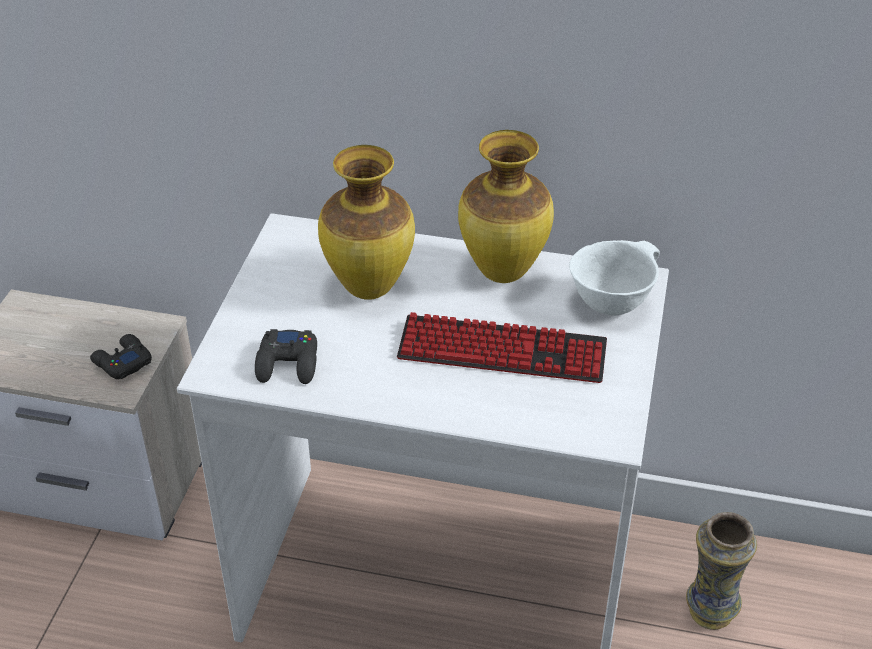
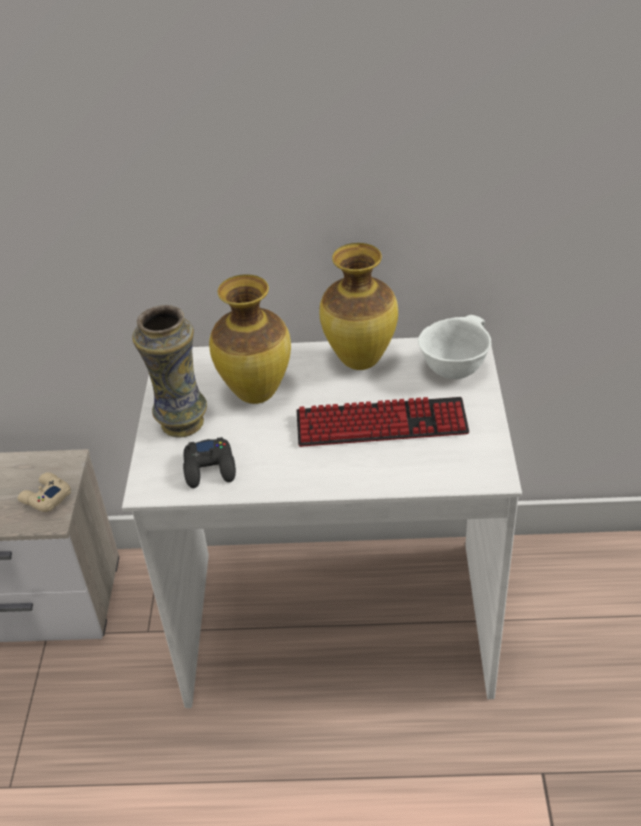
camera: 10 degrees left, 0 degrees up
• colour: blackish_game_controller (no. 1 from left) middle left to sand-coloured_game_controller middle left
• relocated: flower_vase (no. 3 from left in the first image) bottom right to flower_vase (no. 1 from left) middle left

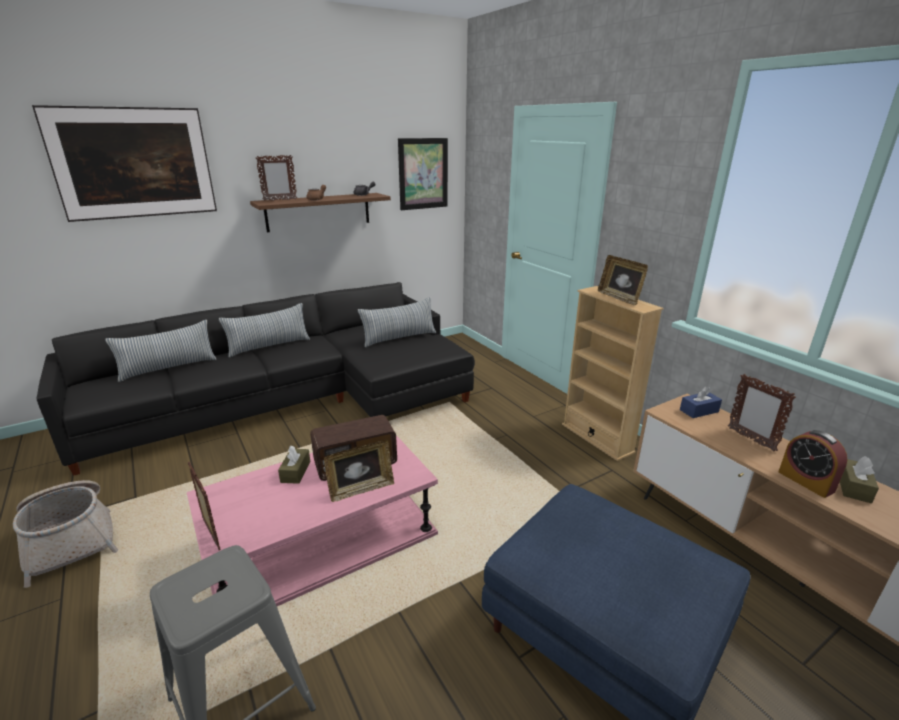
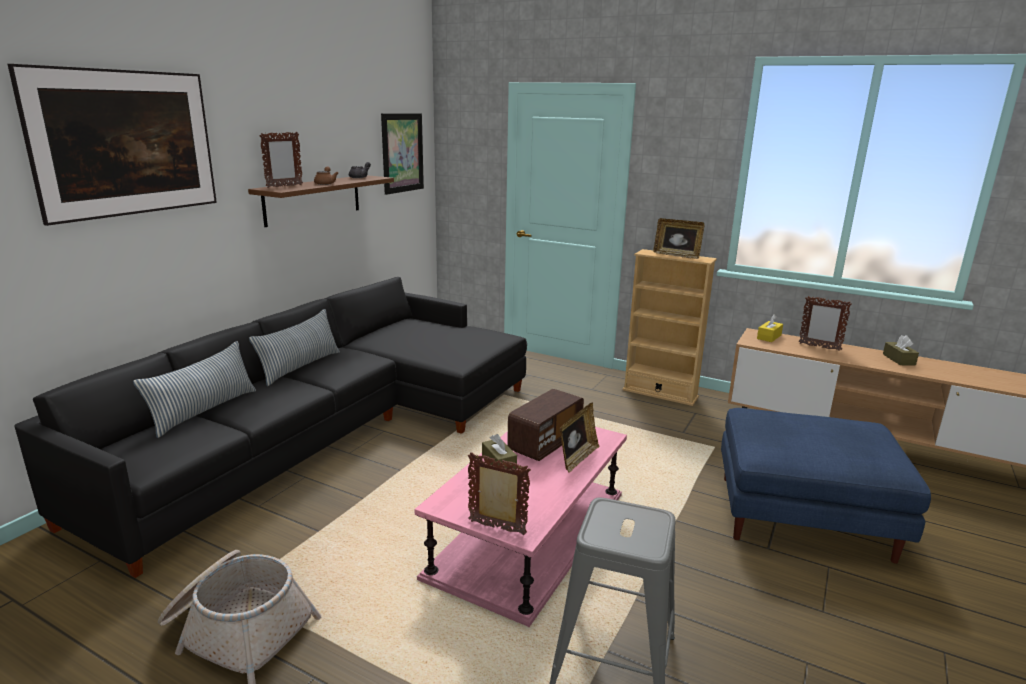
camera: 30 degrees left, 5 degrees down
• missing: throw_pillow (no. 3 from left) centre
• colour: blue-coloured_tissue_holder middle right to yellow_tissue_holder middle right
• missing: alarm_clock middle right

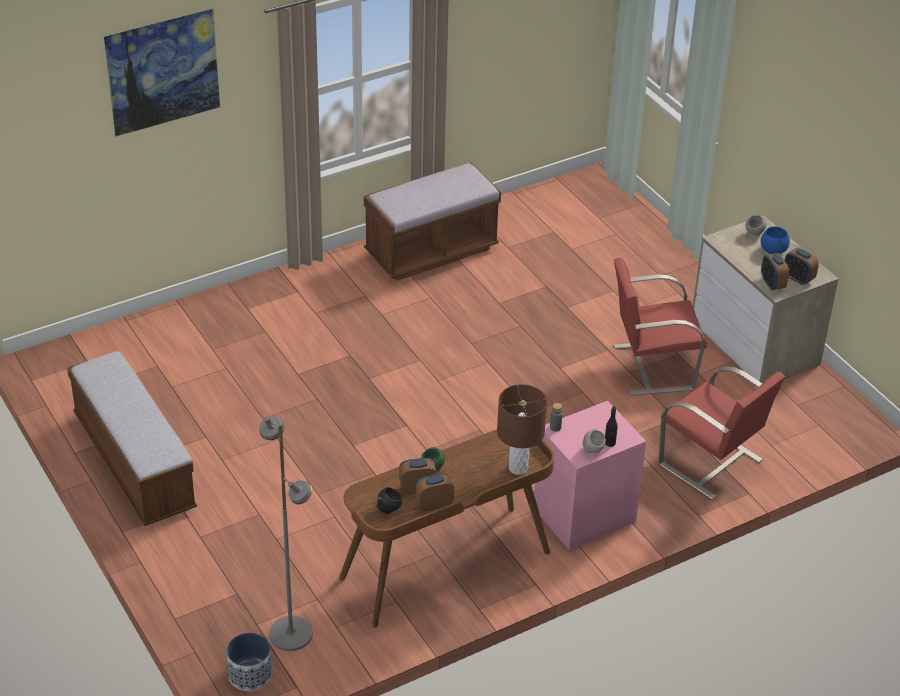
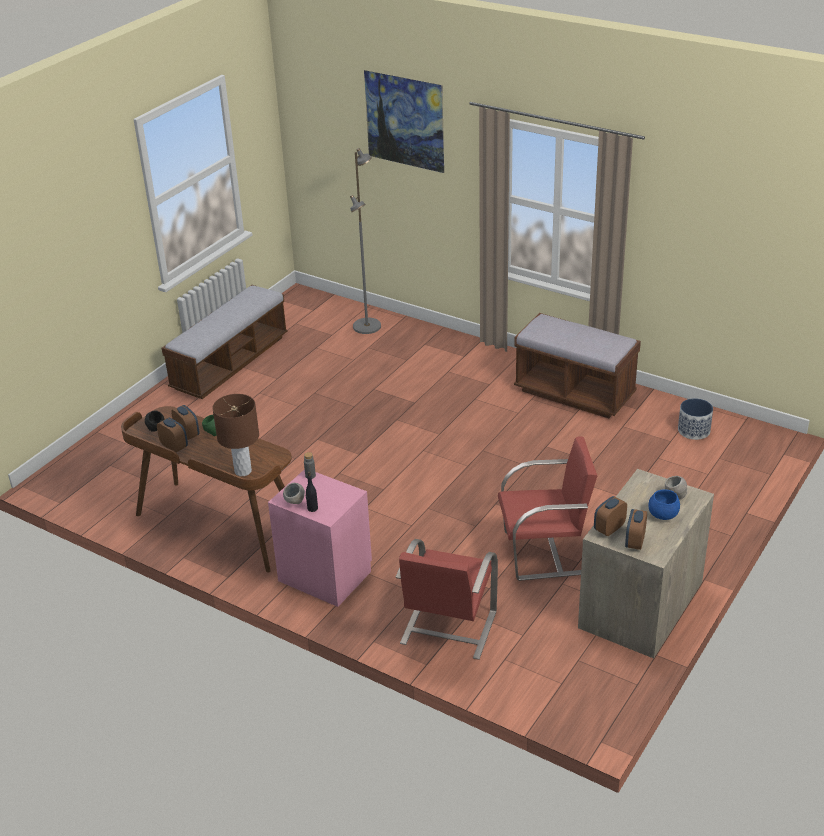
camera: 65 degrees right, 5 degrees down
• relocated: flower_pot bottom left to middle right
• relocated: grey_standard_lamp bottom left to top centre
• spun: red_chair (no. 1 from left in the first image) middle right = centre 120 degrees clockwise

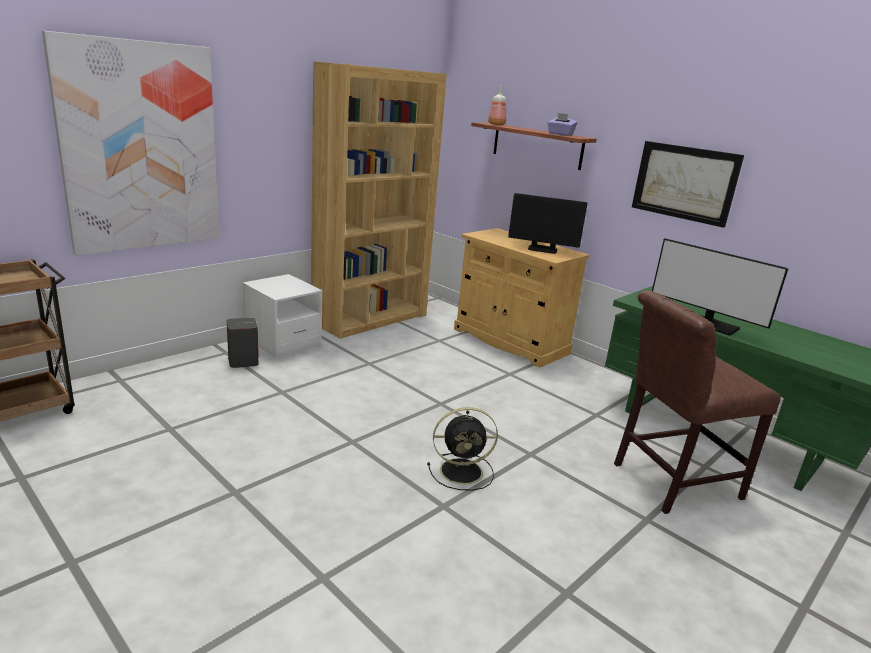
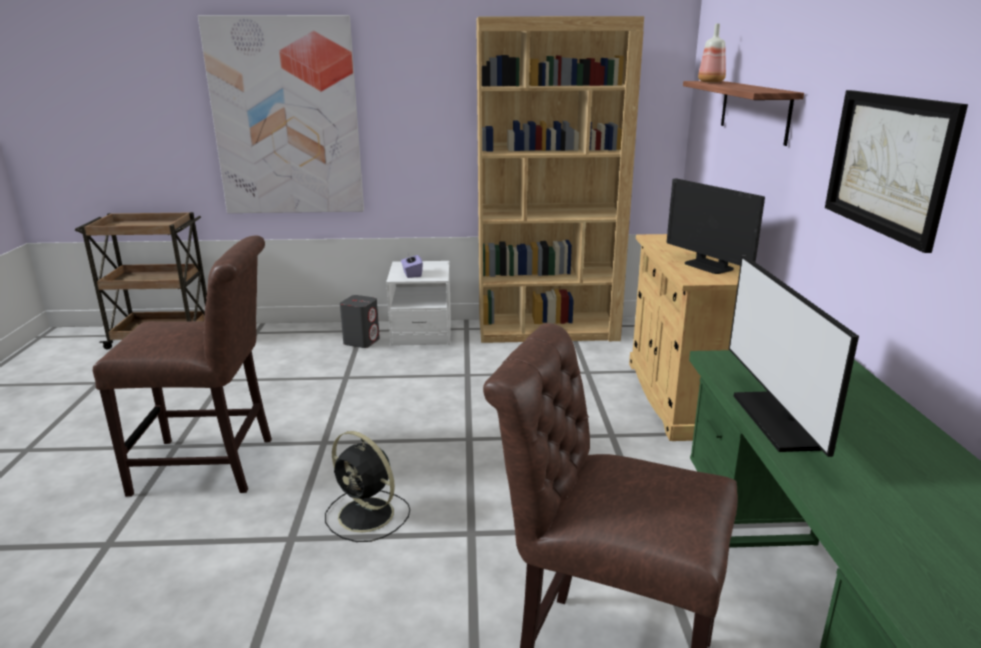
camera: 45 degrees right, 0 degrees up
• relocated: purplish_tissue_holder top centre to centre
• appeared: brown-coloured_chair (no. 1 from left) middle left

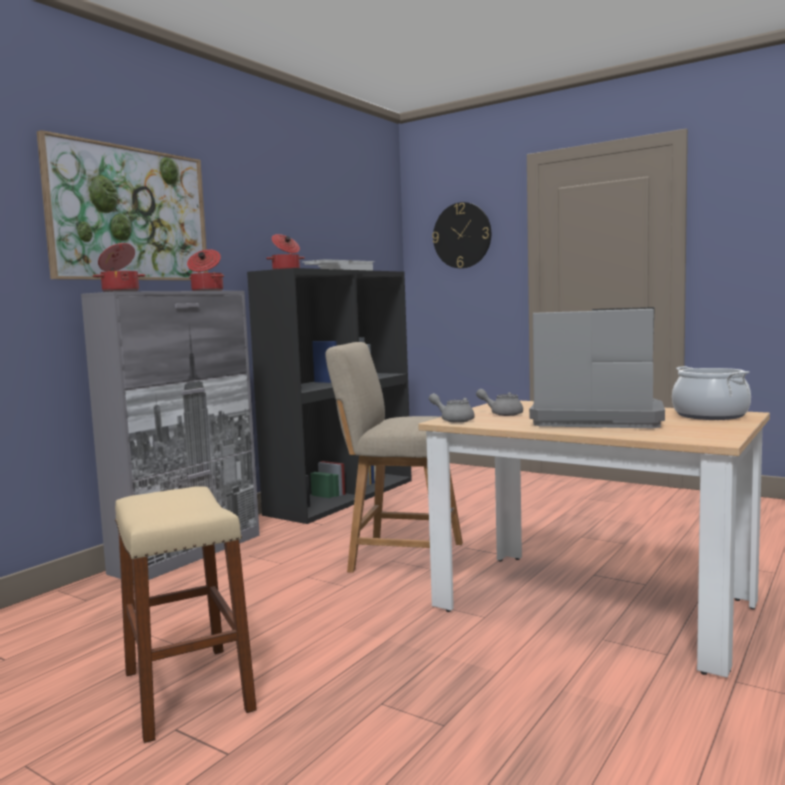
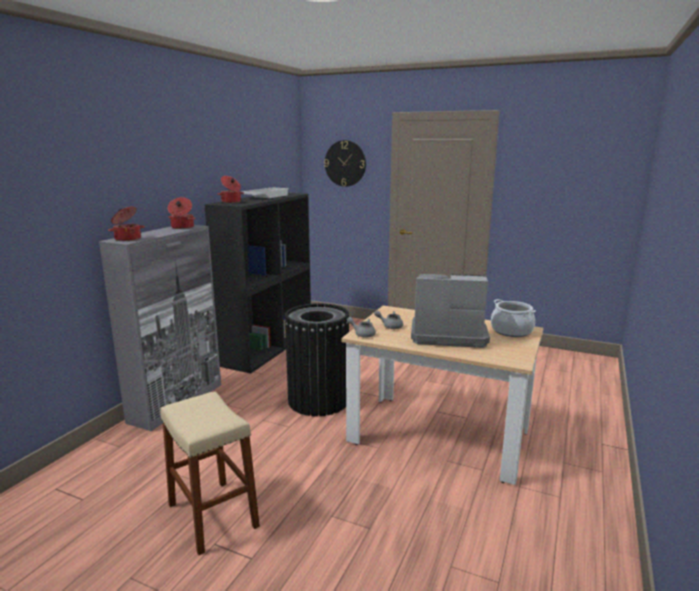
camera: 10 degrees left, 10 degrees up
• missing: wall_art top left
• exchanged: sand-coloured_chair centre to blackish_waste_bin centre

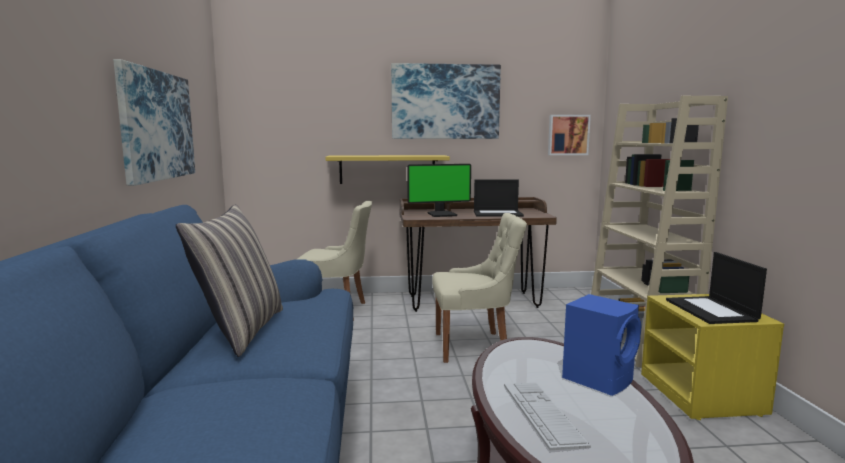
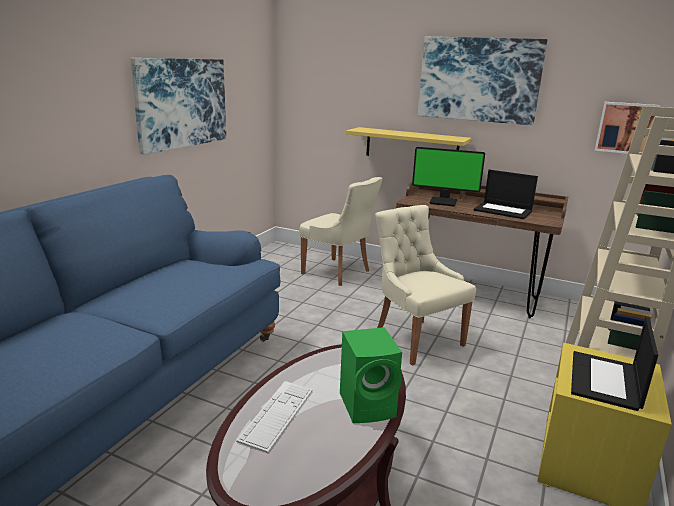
camera: 30 degrees right, 10 degrees up
• missing: throw_pillow middle left
• spun: sand-coloured_chair (no. 2 from left) centre = centre 150 degrees counterclockwise
• colour: blue-coloured_speaker bottom right to greenish_speaker bottom centre

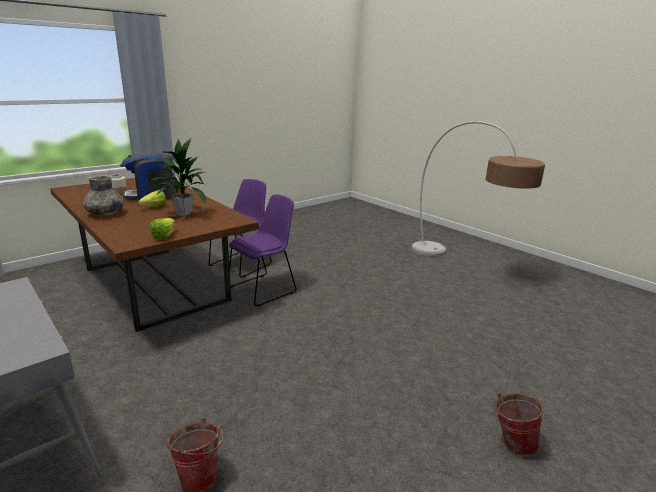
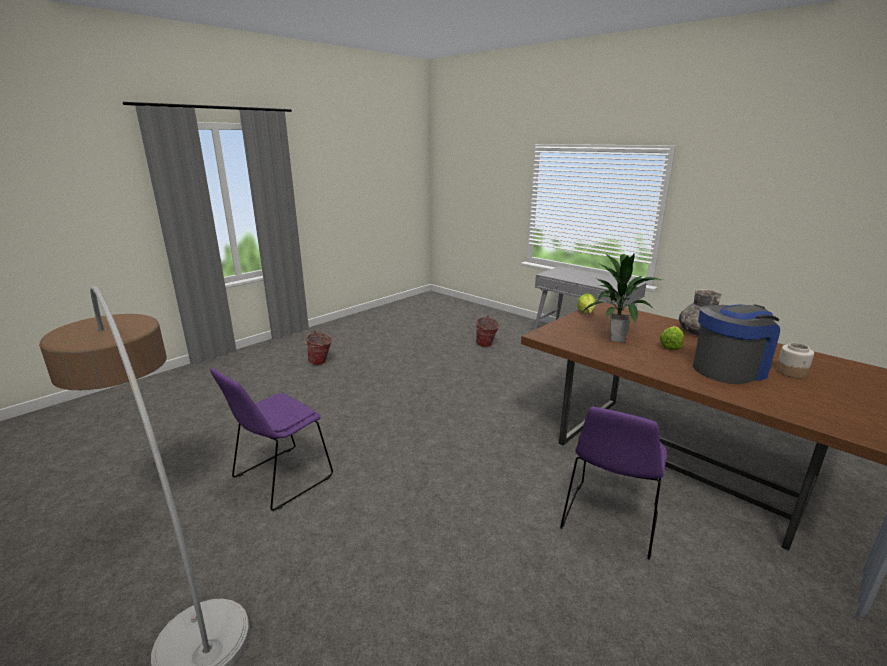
camera: 175 degrees right, 0 degrees up
• relocated: purplish_chair (no. 2 from left in the first image) centre to purplish_chair (no. 1 from left) middle left

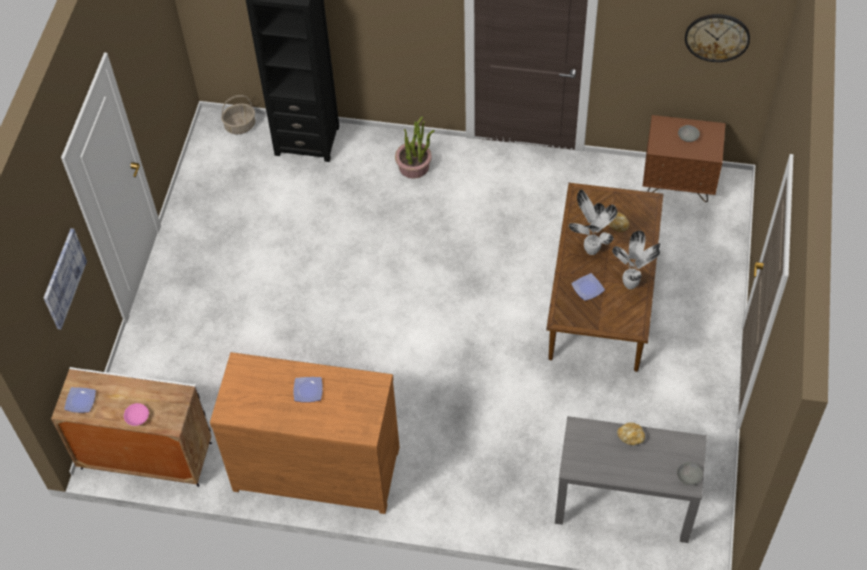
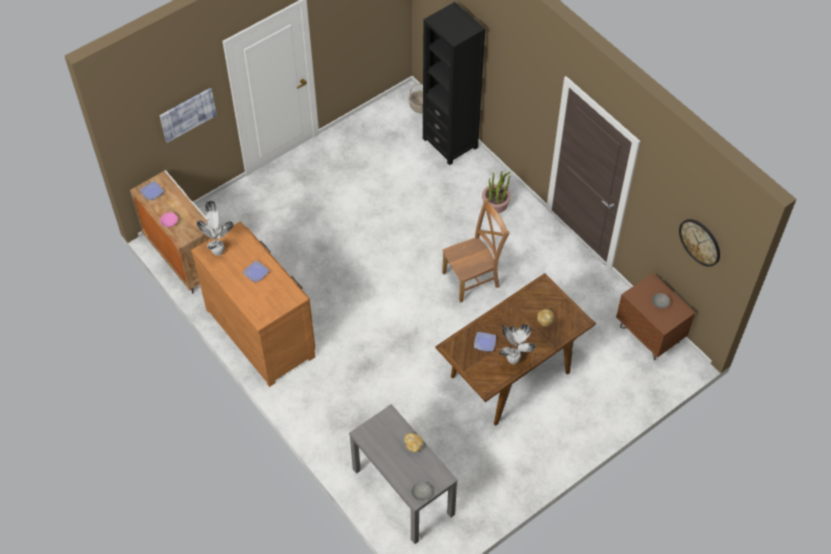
camera: 40 degrees right, 0 degrees up
• relocated: houseplant (no. 2 from left in the first image) middle right to houseplant (no. 1 from left) middle left
• appeared: brown-coloured_chair centre

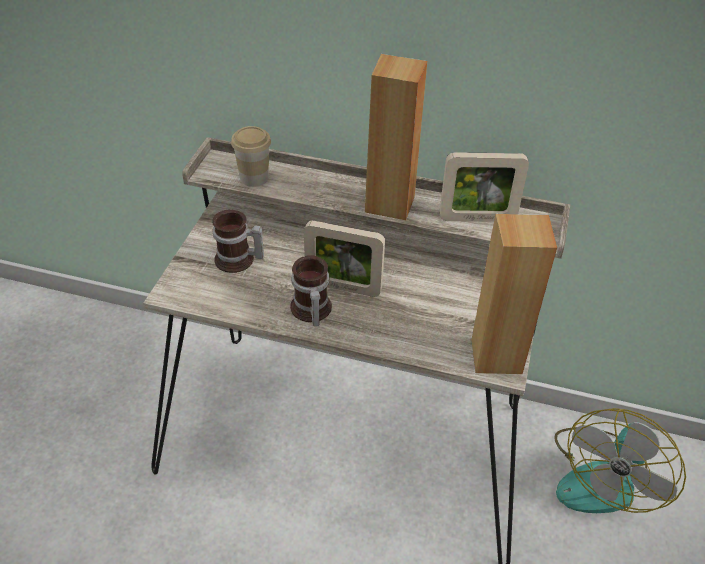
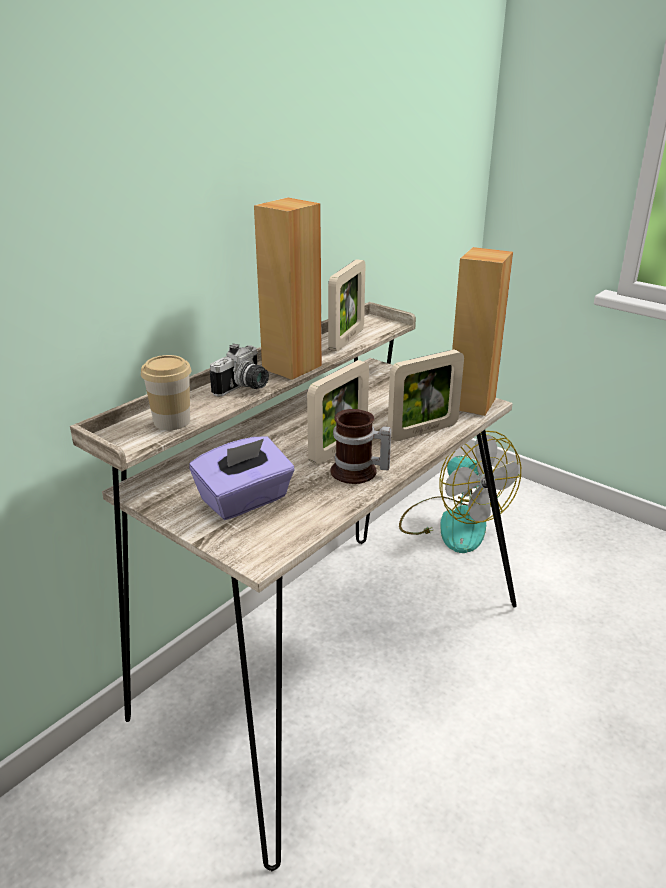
camera: 65 degrees left, 15 degrees down
• exchanged: mug (no. 1 from left) centre to purplish_tissue_holder centre
• appeared: still_camera centre
• appeared: standing_frame (no. 3 from left) centre

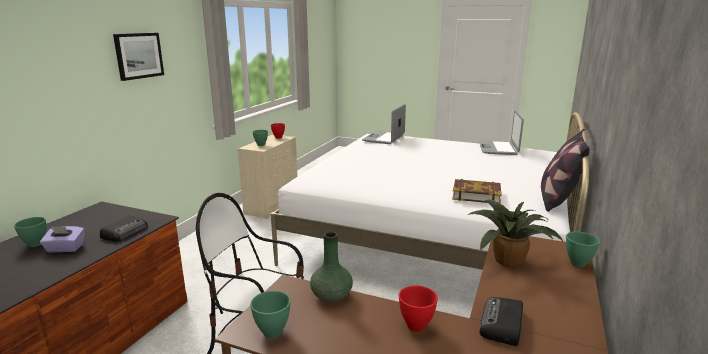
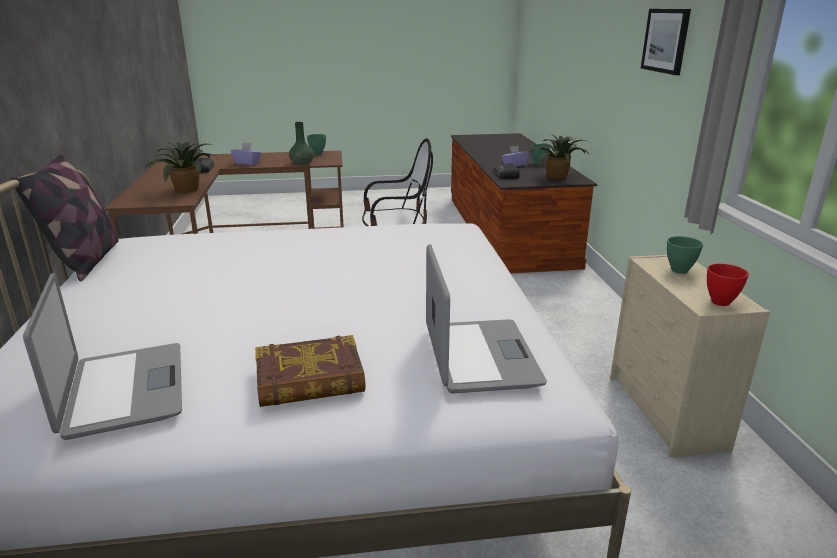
camera: 150 degrees right, 5 degrees up
• exchanged: red_bowl (no. 2 from left) bottom centre to purplish_tissue_holder (no. 1 from left) top left
• relocated: bound_book middle right to centre
• missing: greenish_bowl (no. 4 from left) bottom right
• appeared: houseplant (no. 2 from left) top right

